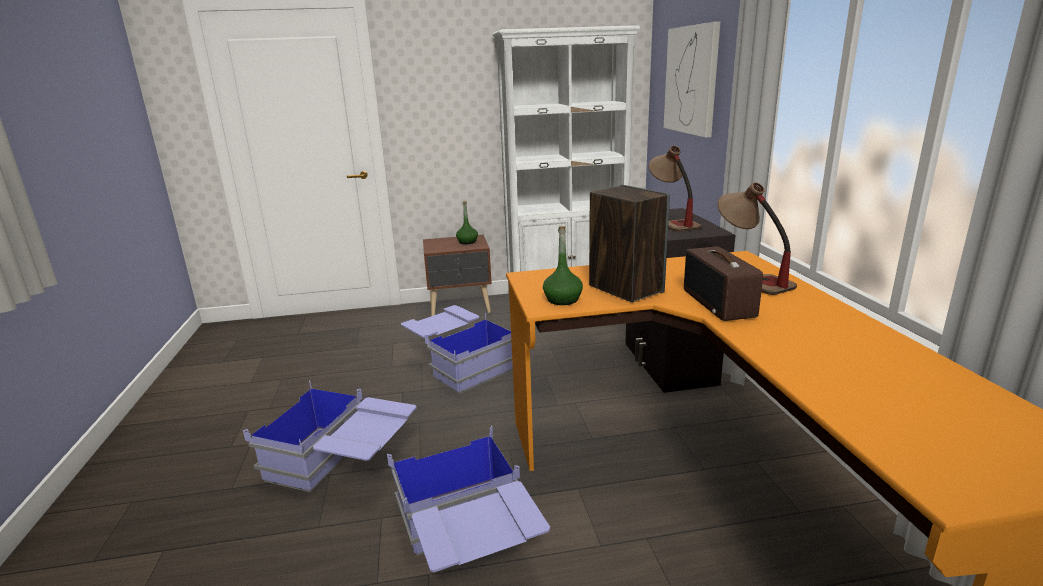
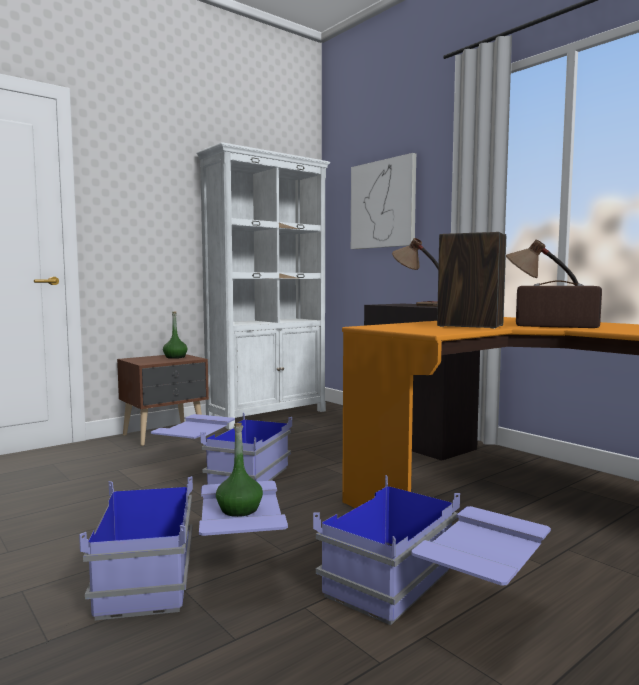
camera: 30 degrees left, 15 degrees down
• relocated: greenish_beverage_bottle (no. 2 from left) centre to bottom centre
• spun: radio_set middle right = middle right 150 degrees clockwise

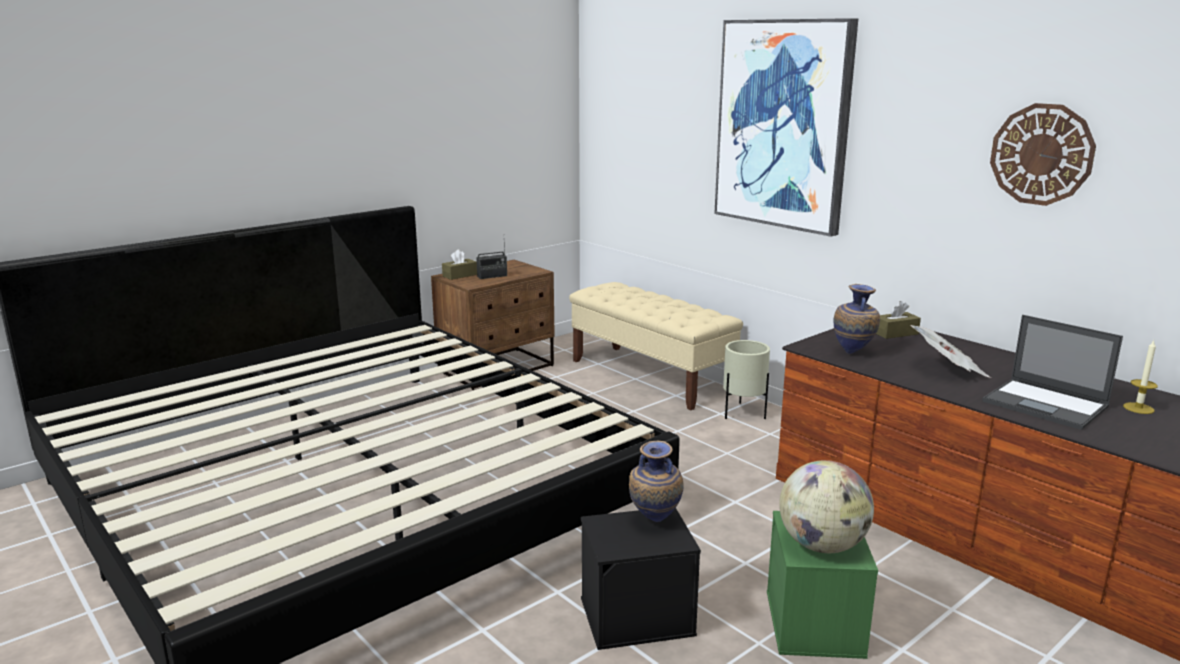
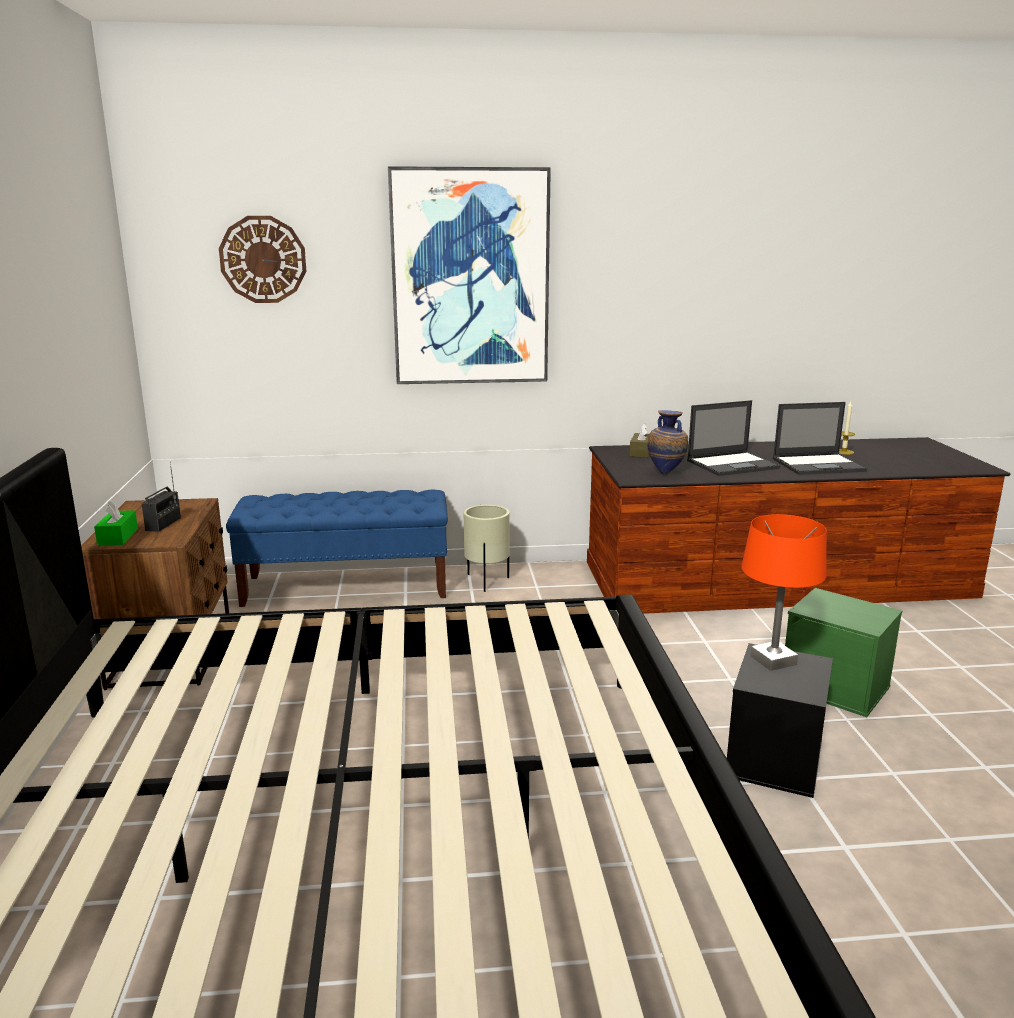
camera: 55 degrees left, 0 degrees up
• colour: brown-coloured_tissue_holder (no. 1 from left) centre to greenish_tissue_holder middle left
• colour: sand-coloured_indoor_bench centre to blue-coloured_indoor_bench middle left
• exchanged: flower_vase (no. 1 from left) bottom centre to orangey_lamp_for_a_table middle right
• missing: world_globe bottom right
• exchanged: printed_paper middle right to laptop (no. 1 from left) middle right
• relocated: wall_clock top right to top left

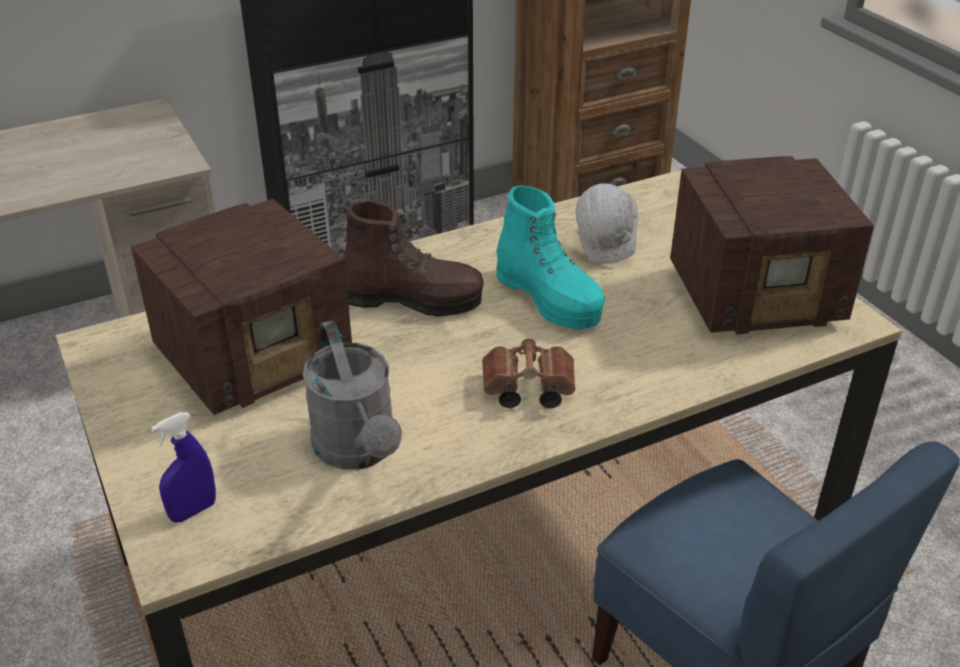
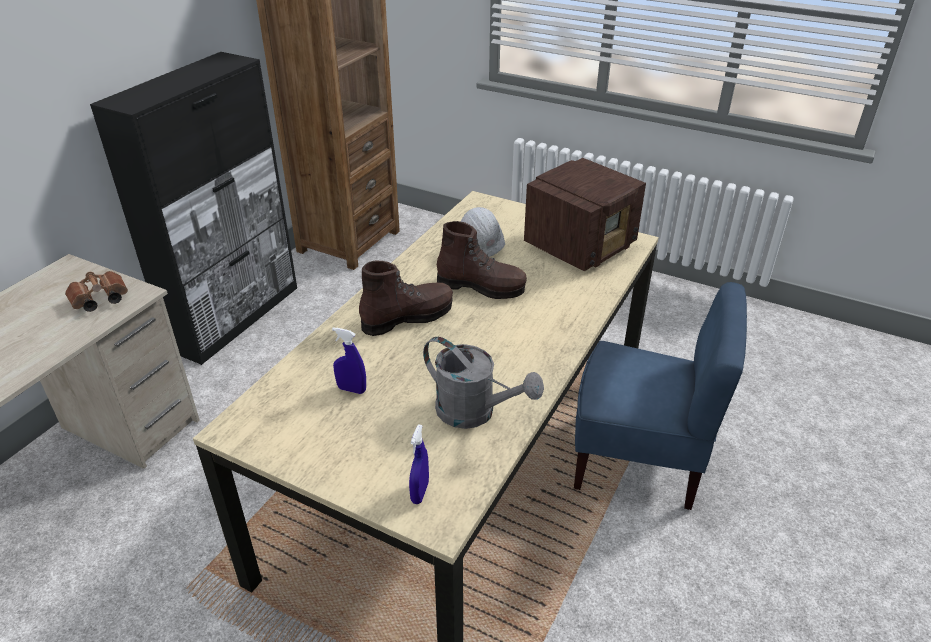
camera: 35 degrees left, 0 degrees up
• exchanged: radio_set (no. 1 from left) middle left to blue-coloured_sprayer (no. 1 from left) centre
• relocated: brown-coloured_binoculars centre to middle left
• colour: turquoise-coloured_high-top_boot centre to brown-coloured_high-top_boot (no. 2 from left) centre

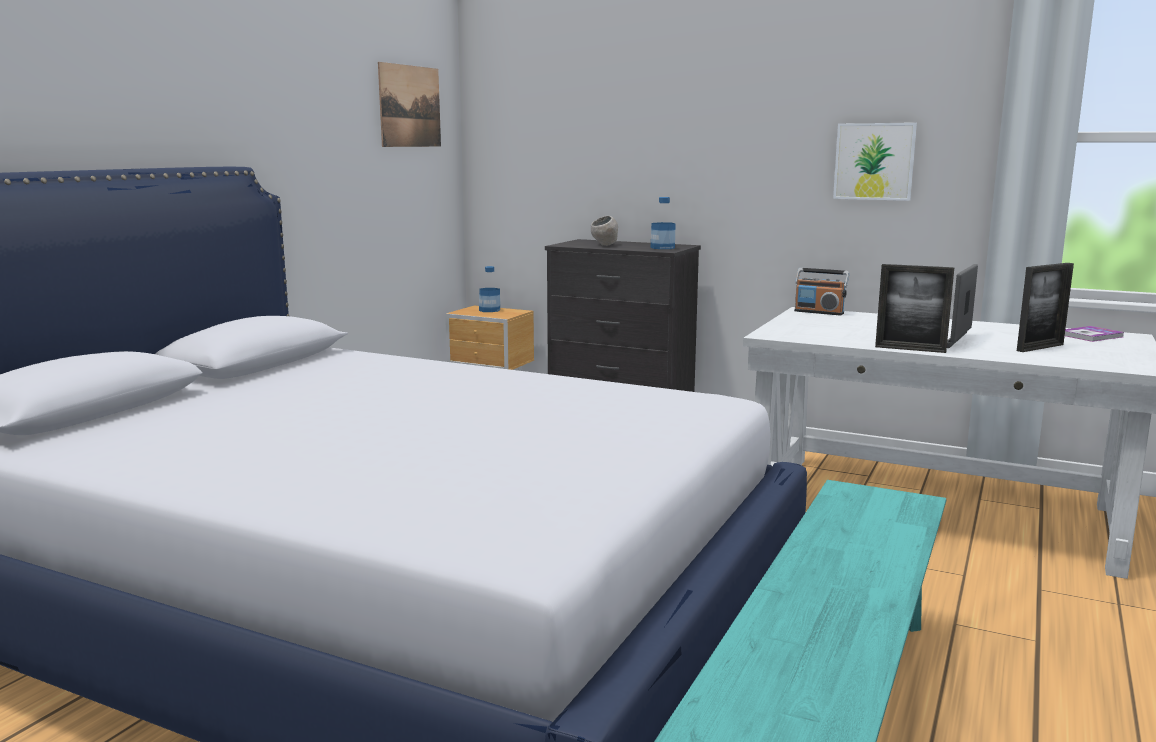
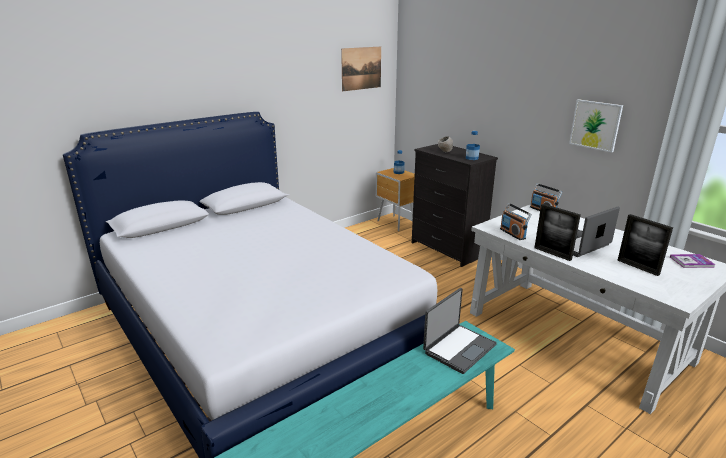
camera: 25 degrees right, 10 degrees up
• spun: standing_frame (no. 2 from left) middle right = middle right 60 degrees clockwise
• appeared: laptop (no. 1 from left) bottom centre
• appeared: radio_set (no. 1 from left) middle right

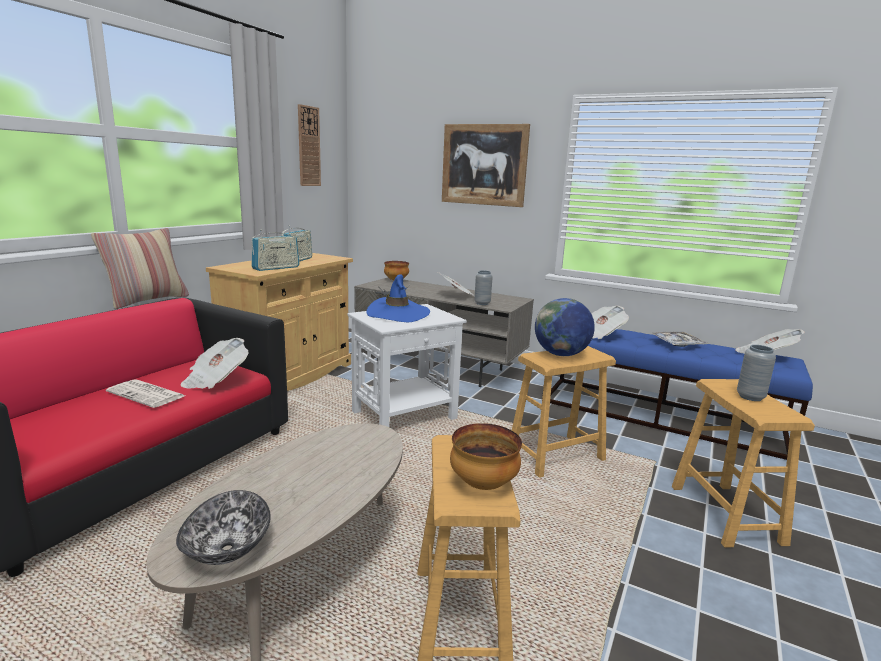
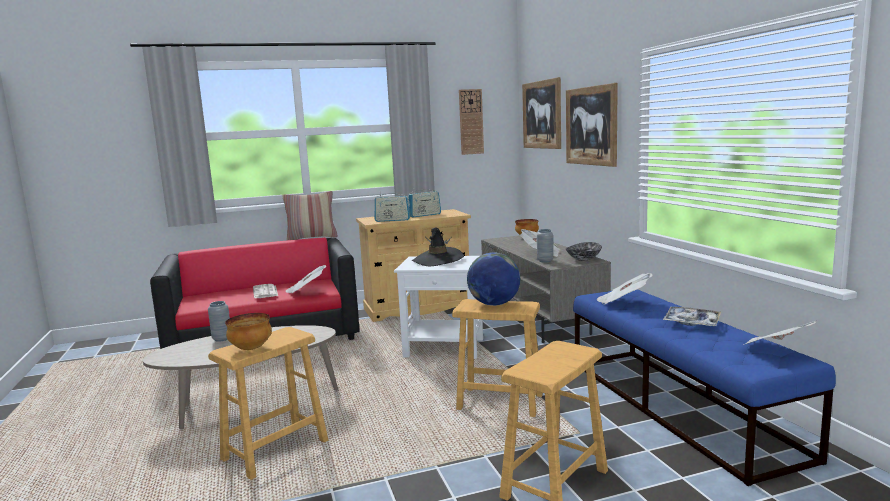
camera: 45 degrees right, 5 degrees down
• relocated: bowl (no. 1 from left in the first image) bottom left to bowl (no. 3 from left) centre
• colour: blue-coloured_clothing_hat centre to blackish_clothing_hat centre
• relocated: grey_flower_vase (no. 2 from left in the first image) middle right to grey_flower_vase (no. 1 from left) middle left
• appeared: wall_art (no. 1 from left) top centre

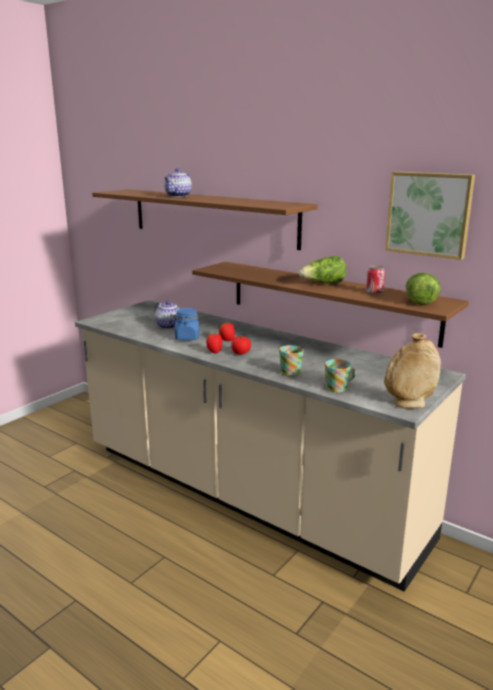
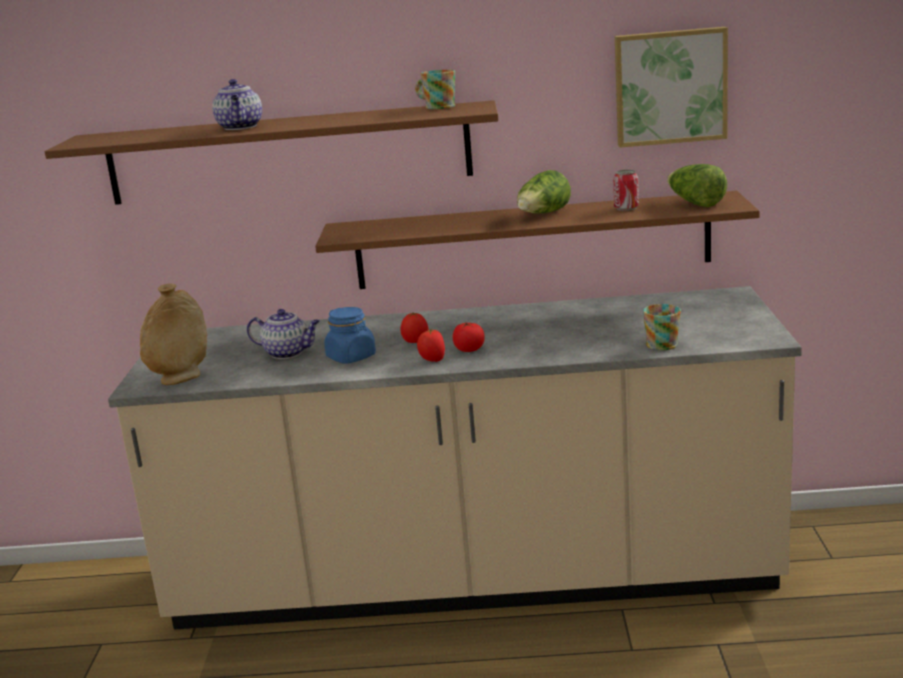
camera: 35 degrees left, 0 degrees up
• relocated: mug (no. 1 from left) centre to top centre
• relocated: sand-coloured_flower_vase middle right to middle left

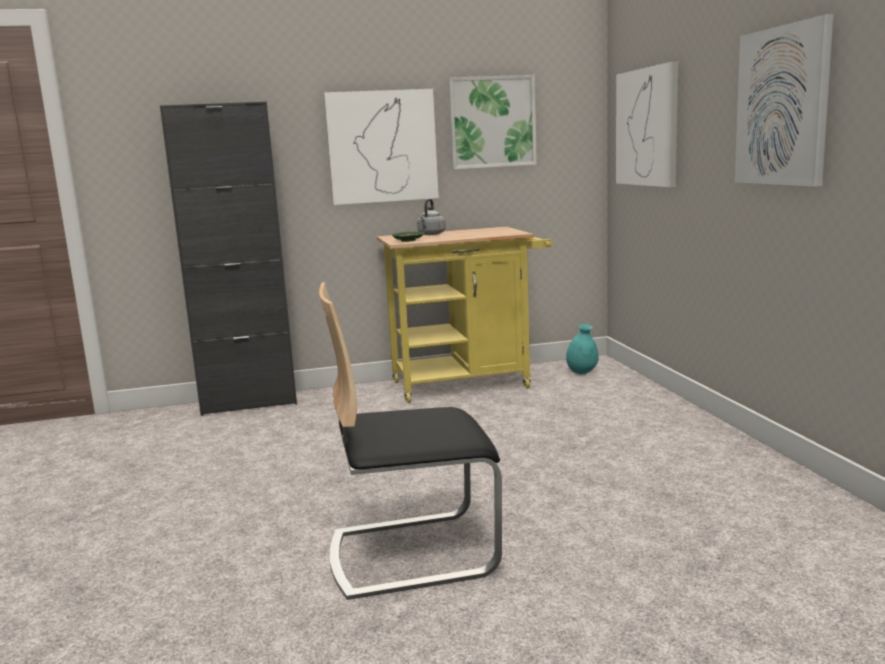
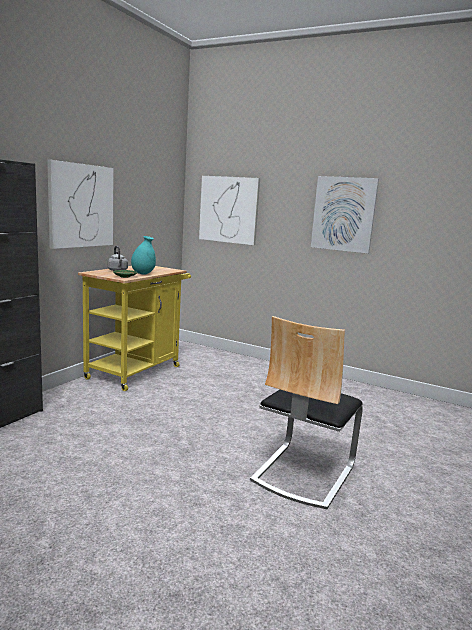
camera: 50 degrees left, 0 degrees up
• missing: wall_art (no. 2 from left) top centre
• relocated: turquoise-coloured_flower_vase centre to middle left

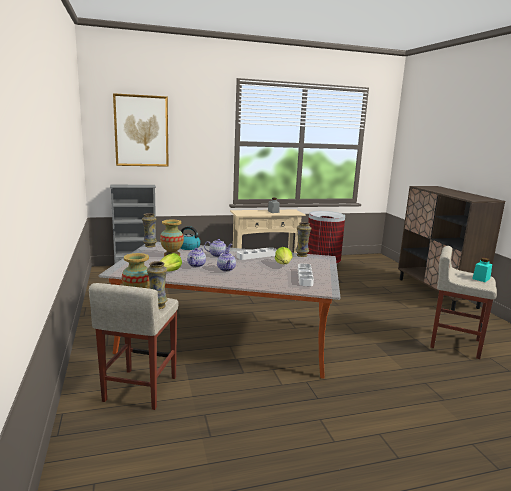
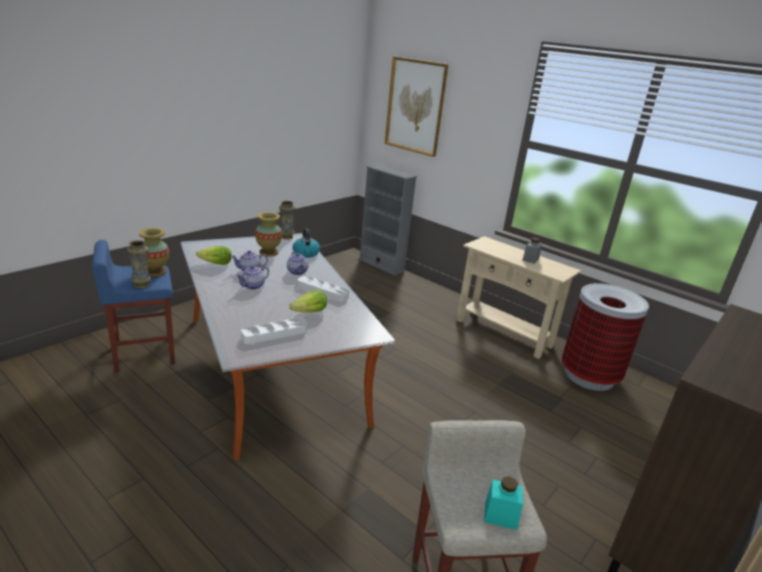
camera: 55 degrees right, 10 degrees up
• colour: sand-coloured_stool (no. 1 from left) bottom left to blue-coloured_stool middle left
• missing: flower_vase (no. 5 from left) centre

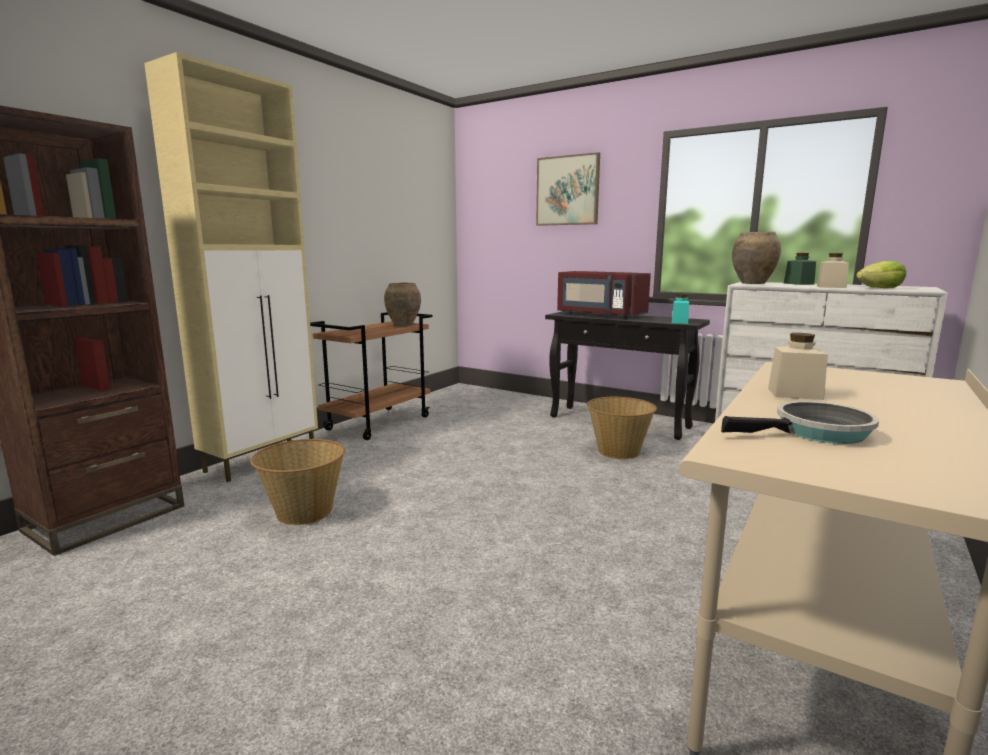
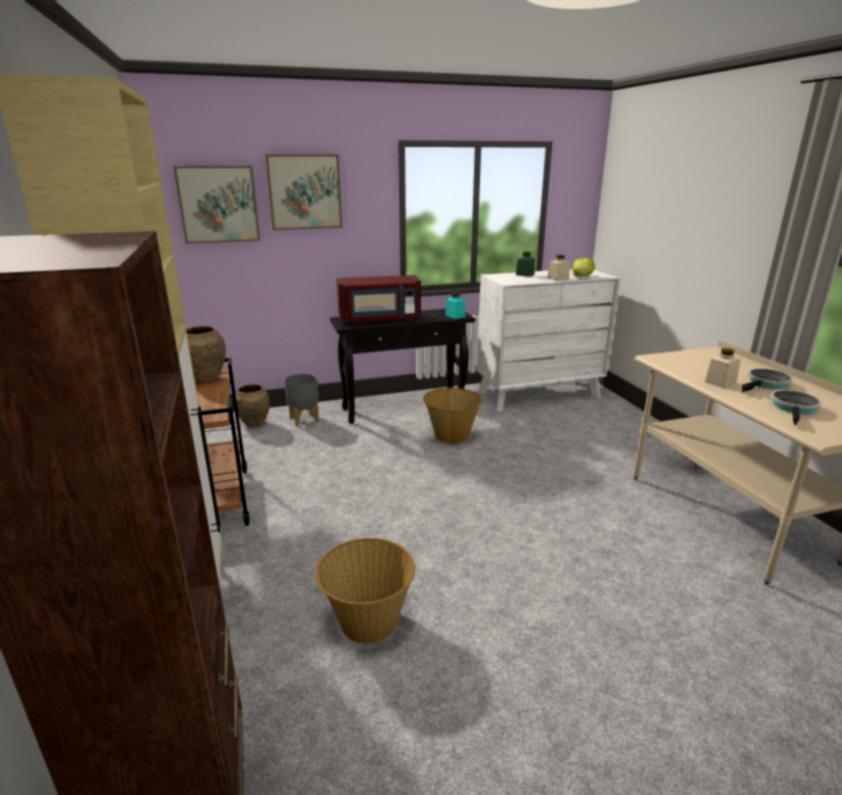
camera: 50 degrees left, 10 degrees up
• relocated: brown-coloured_flower_vase (no. 2 from left) middle right to middle left
• appeared: wall_art (no. 1 from left) top left
• appeared: grey_flower_pot centre
• appeared: frying_pan (no. 1 from left) middle right

